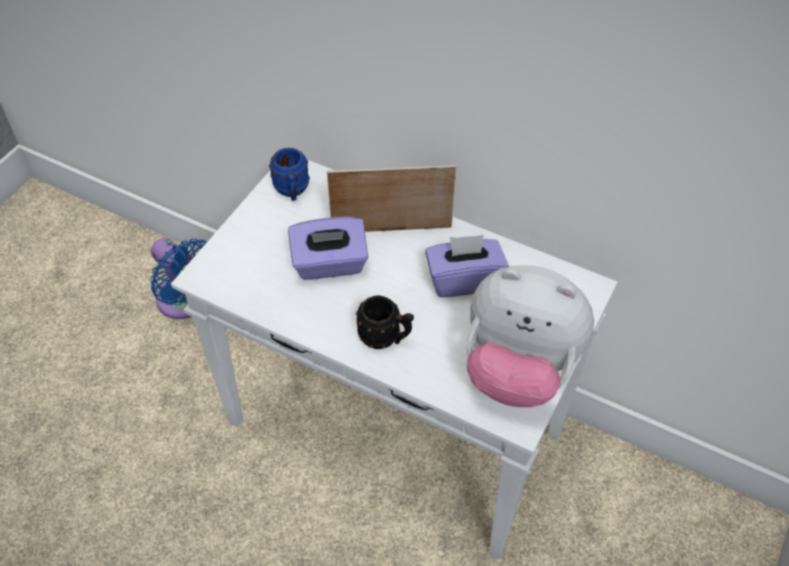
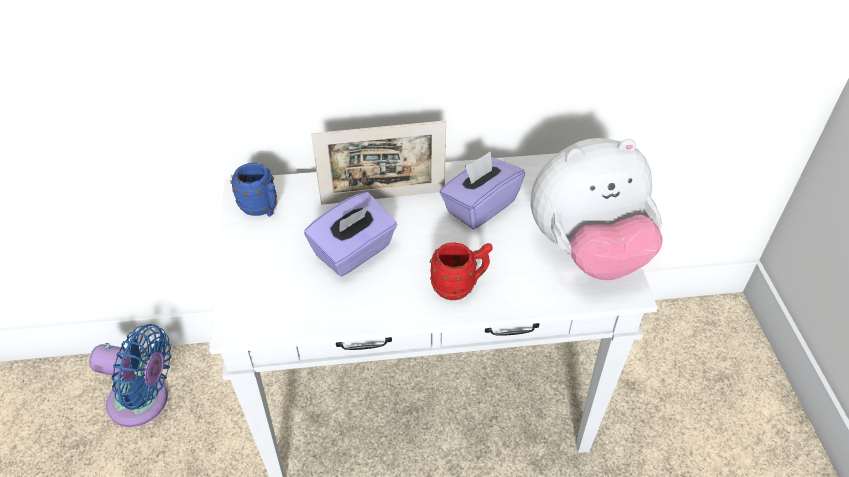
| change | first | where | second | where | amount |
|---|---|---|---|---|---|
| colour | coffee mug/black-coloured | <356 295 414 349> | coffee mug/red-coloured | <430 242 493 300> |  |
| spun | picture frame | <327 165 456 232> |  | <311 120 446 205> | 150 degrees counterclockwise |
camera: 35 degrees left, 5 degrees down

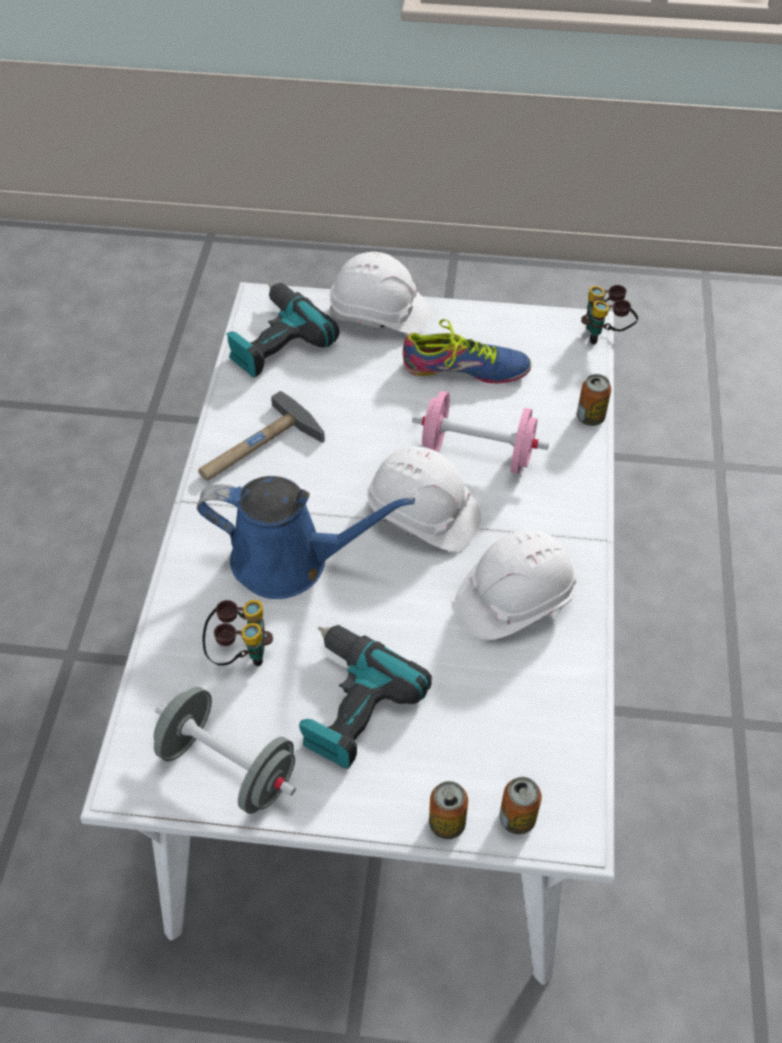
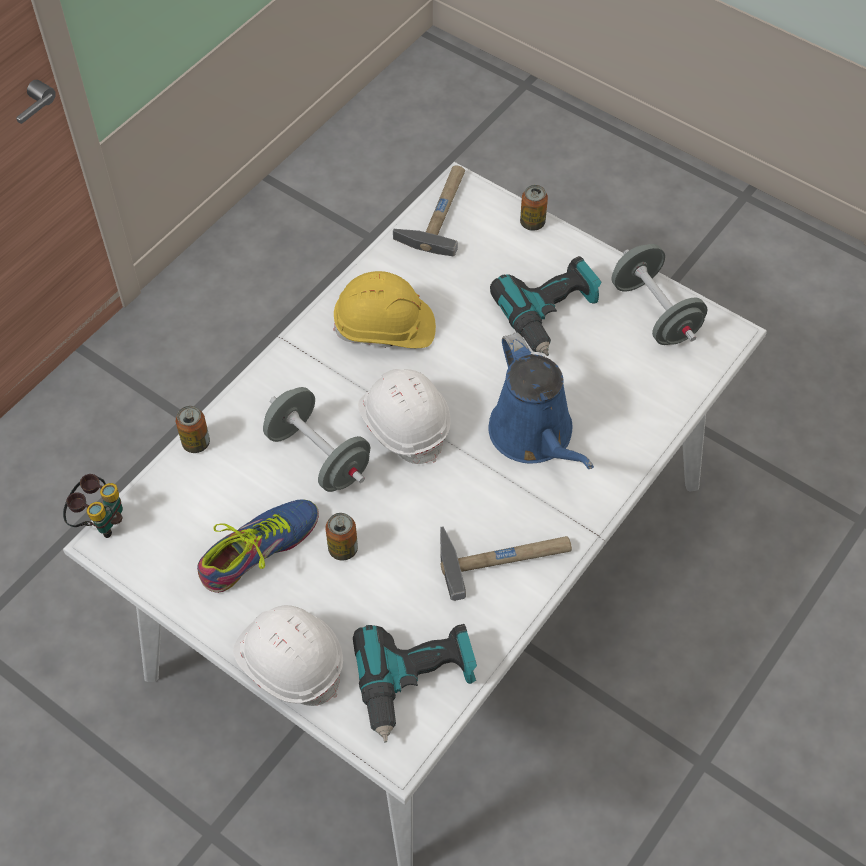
| change | first | where | second | where | amount |
|---|---|---|---|---|---|
| missing | field glasses | <202 600 273 666> |  |  |  |
| appeared |  |  | tool hammer | <393 166 465 256> |  |
| relocated | sealed can | <500 777 542 834> |  | <325 513 358 561> |  |
| colour | free weight/pink-coloured | <412 391 549 474> | free weight/greyish | <263 387 370 492> |  |
| colour | work helmet/white-coloured | <455 530 578 640> | work helmet/yellowish | <333 271 436 348> |  |
| spun | watering pot/bluish | <197 476 415 599> |  | <488 332 594 469> | 150 degrees counterclockwise |
| spun | item of footwear | <403 319 531 383> |  | <197 499 319 593> | 105 degrees clockwise |
camera: 150 degrees left, 5 degrees up

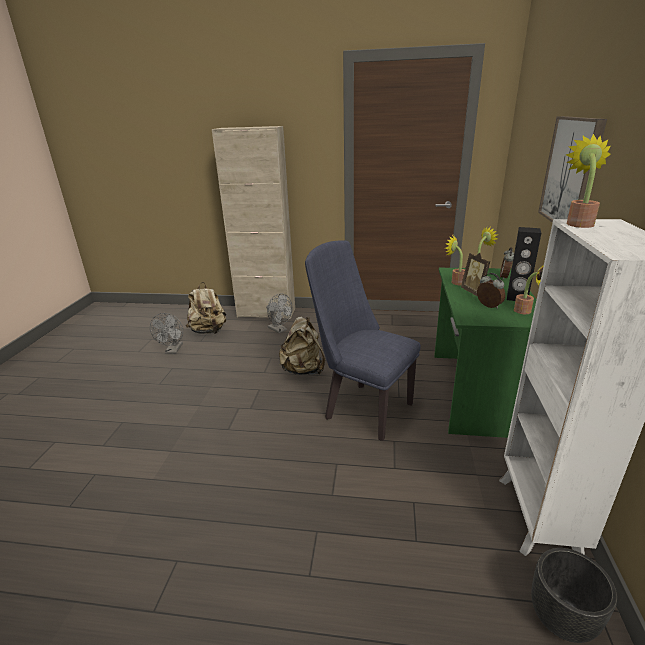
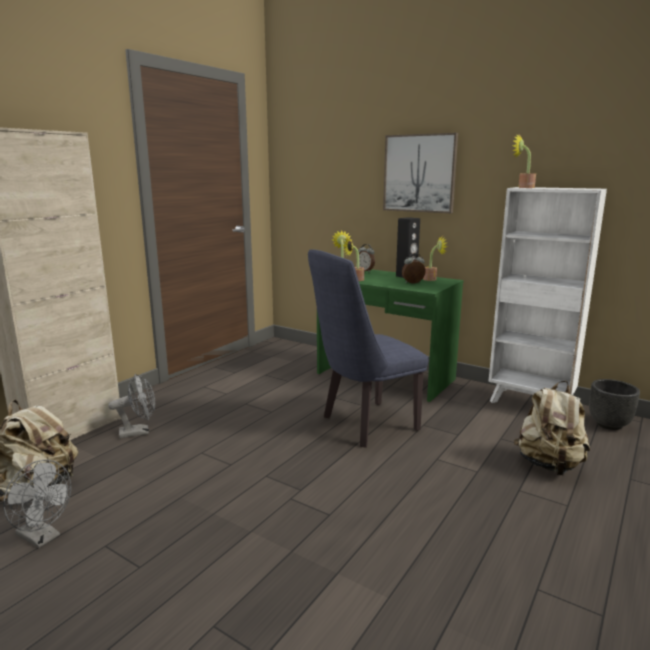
| change | first | where | second | where | amount |
|---|---|---|---|---|---|
| missing | picture frame | <461 253 490 297> |  |  |  |
| relocated | backpack/sand-coloured | <279 317 325 375> |  | <514 381 590 475> |  |
camera: 65 degrees left, 10 degrees down

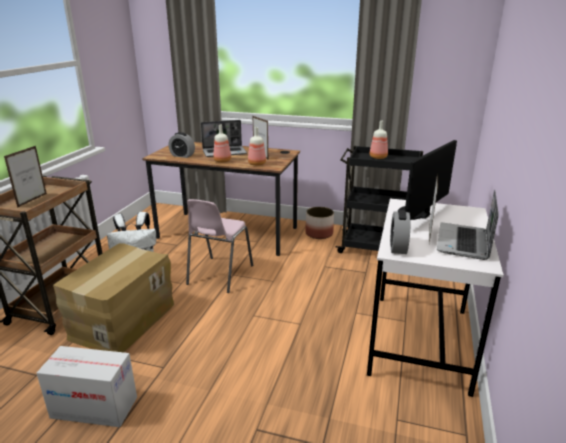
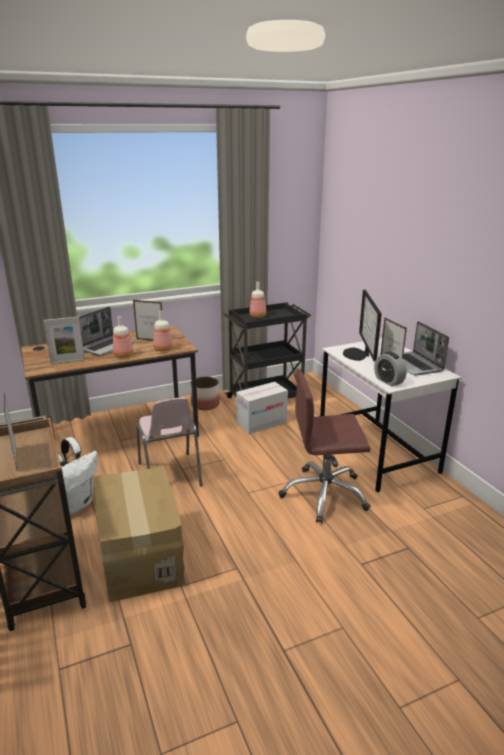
| change | first | where | second | where | amount |
|---|---|---|---|---|---|
| appeared |  |  | computer chair/brown | <279 369 371 523> |  |
| relocated | cardboard box | <37 346 137 427> |  | <236 382 288 434> |  |
| exchanged | bedside clock | <168 132 195 158> | picture frame | <43 317 85 364> |  |
camera: 40 degrees left, 0 degrees up

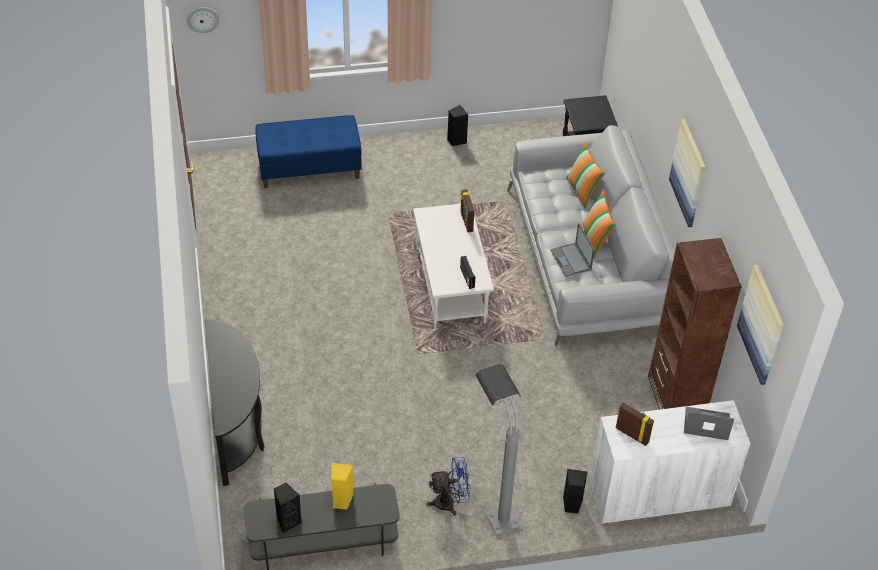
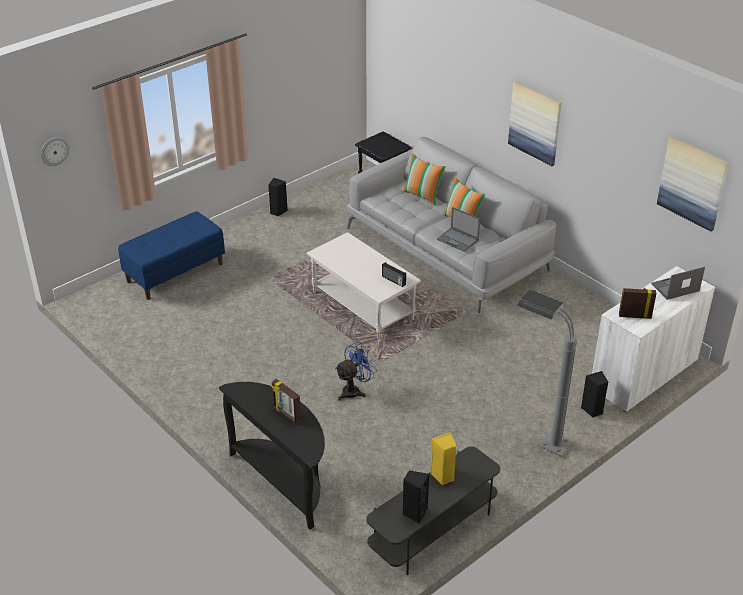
| change | first | where | second | where | amount |
|---|---|---|---|---|---|
| missing | shelving unit/brown | <648 238 742 410> |  |  |  |
| relocated | fan/bluish | <427 457 470 515> |  | <335 343 377 401> |  |
| relocated | picture frame | <461 189 475 233> |  | <271 379 301 424> |  |
camera: 30 degrees left, 10 degrees down

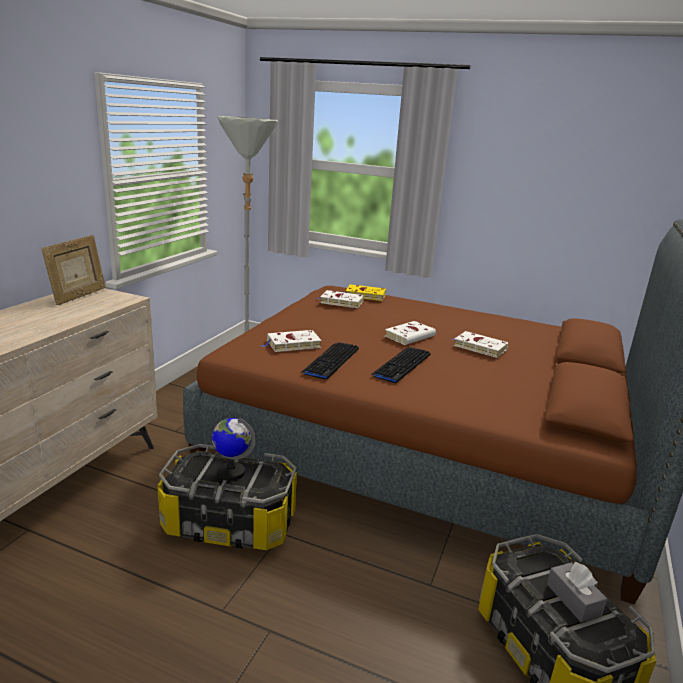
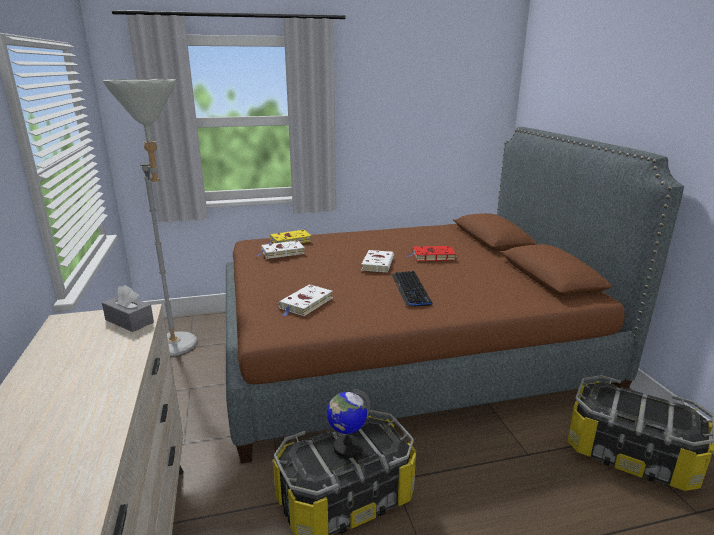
| change | first | where | second | where | amount |
|---|---|---|---|---|---|
| missing | picture frame | <42 235 106 305> |  |  |  |
| missing | computer keyboard | <300 342 359 380> |  |  |  |
| relocated | box of tissues/greyish | <547 561 607 622> |  | <102 285 154 332> |  |
| colour | bound book/white-coloured | <451 331 508 358> | bound book/red-coloured | <407 246 456 261> |  |
camera: 35 degrees left, 0 degrees up

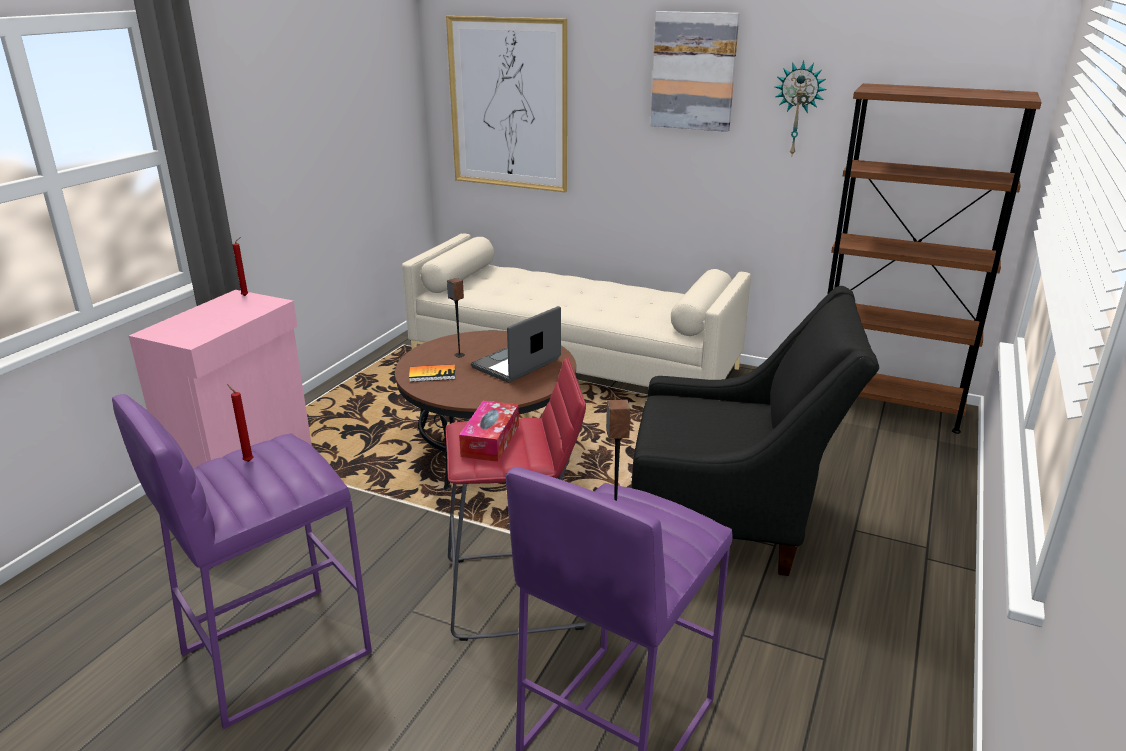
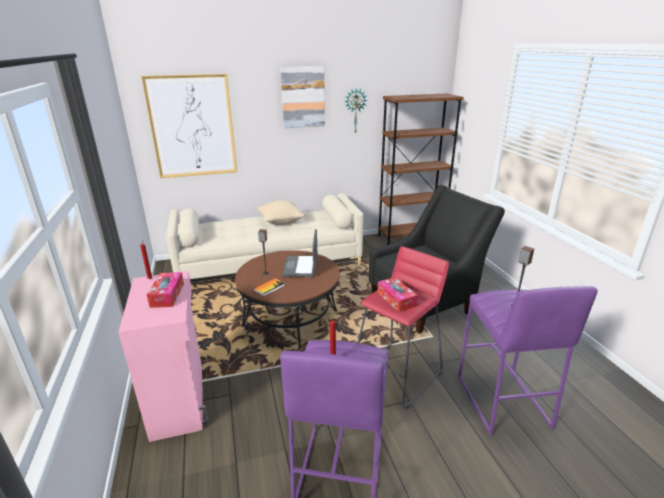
| change | first | where | second | where | amount |
|---|---|---|---|---|---|
| appeared |  |  | box of tissues | <147 272 184 308> |  |
| appeared |  |  | pillow/sand-coloured | <258 200 305 225> |  |
camera: 40 degrees left, 0 degrees up

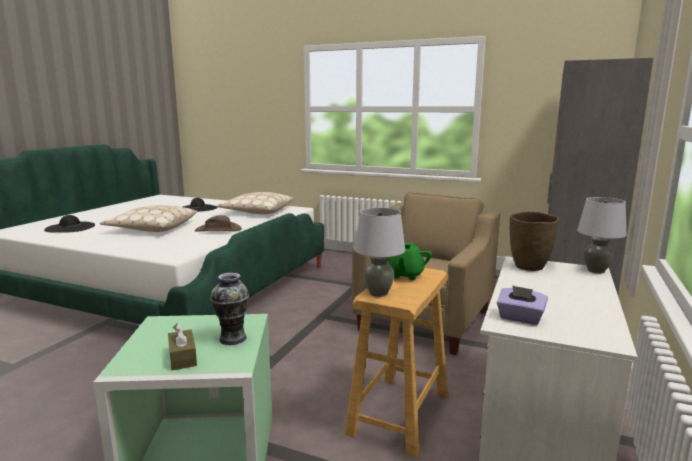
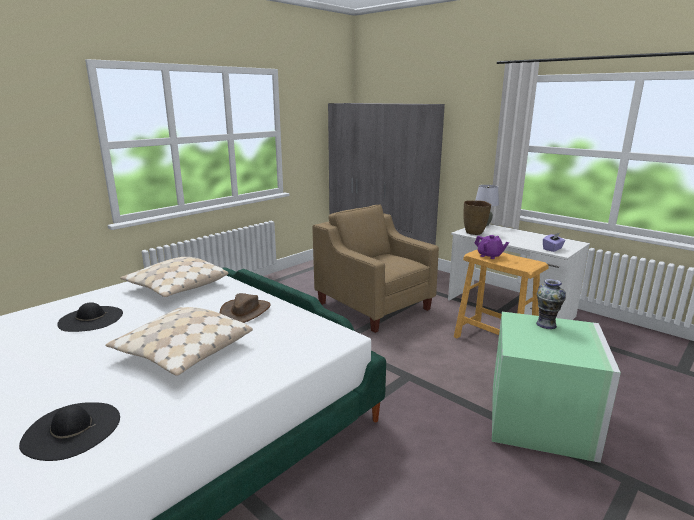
| change | first | where | second | where | amount |
|---|---|---|---|---|---|
| missing | box of tissues/brown | <168 323 197 370> |  |  |  |
| missing | table lamp/greyish | <354 208 405 297> |  |  |  |
| colour | pot for tea/green-coloured | <388 243 432 280> | pot for tea/purplish | <475 235 509 259> |  |
camera: 70 degrees left, 5 degrees up

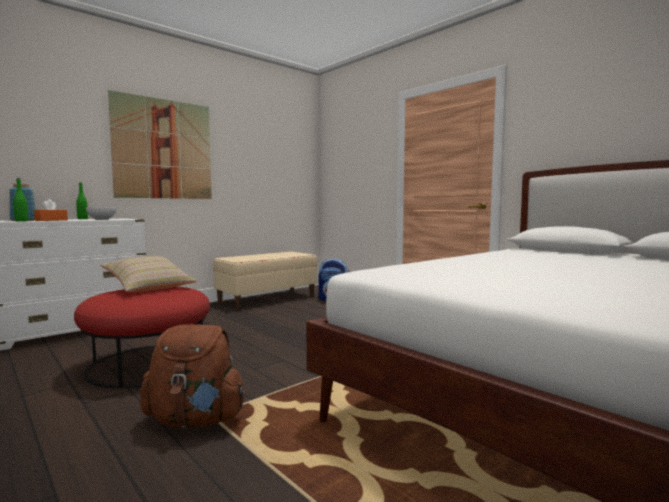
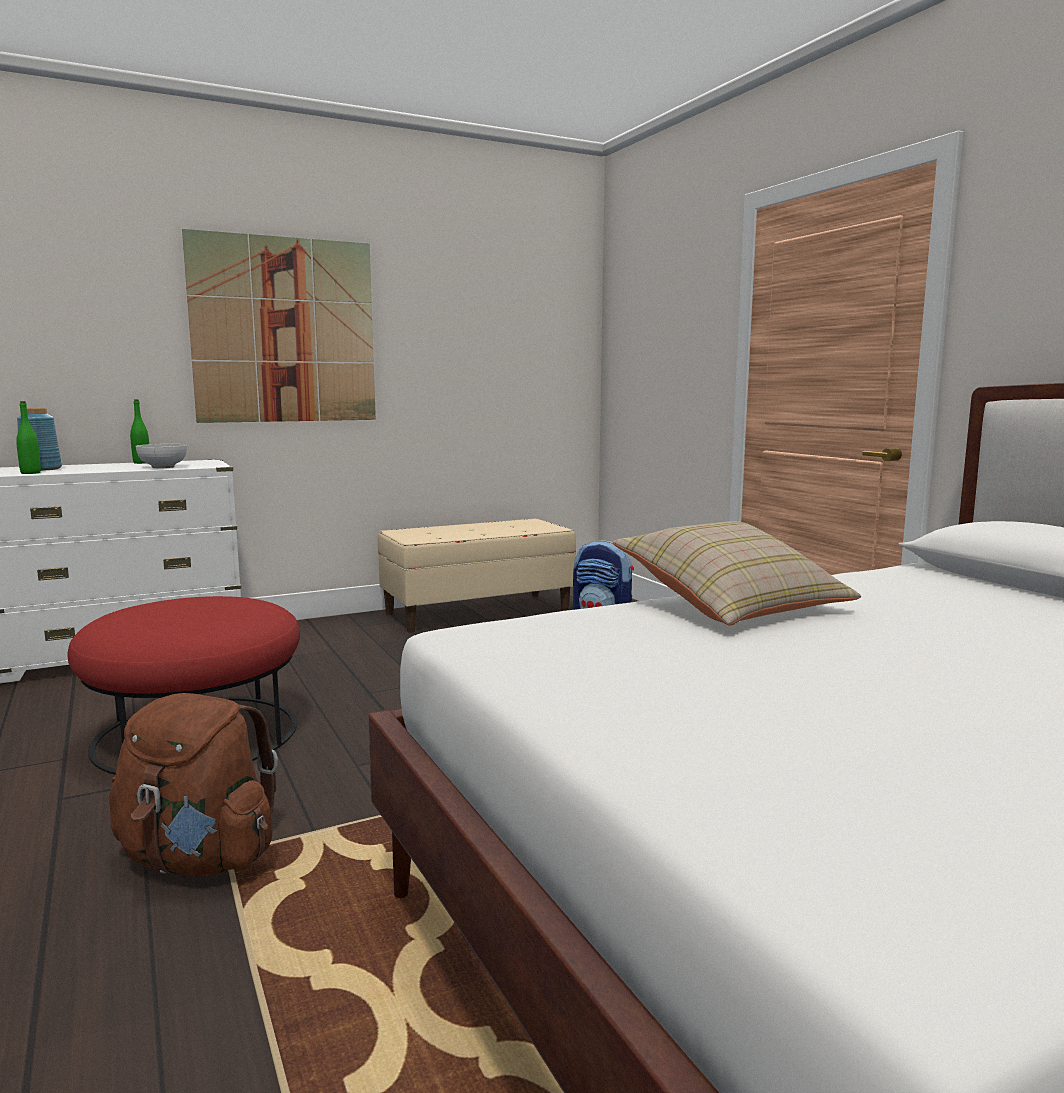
| change | first | where | second | where | amount |
|---|---|---|---|---|---|
| missing | box of tissues/orange | <34 199 68 221> |  |  |  |
| relocated | pillow/sand-coloured | <100 256 197 292> |  | <612 521 861 626> |  |
camera: 15 degrees right, 5 degrees up

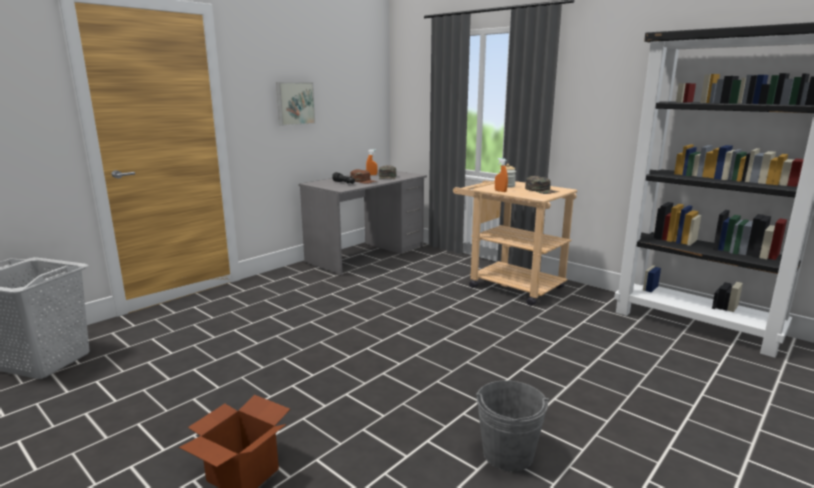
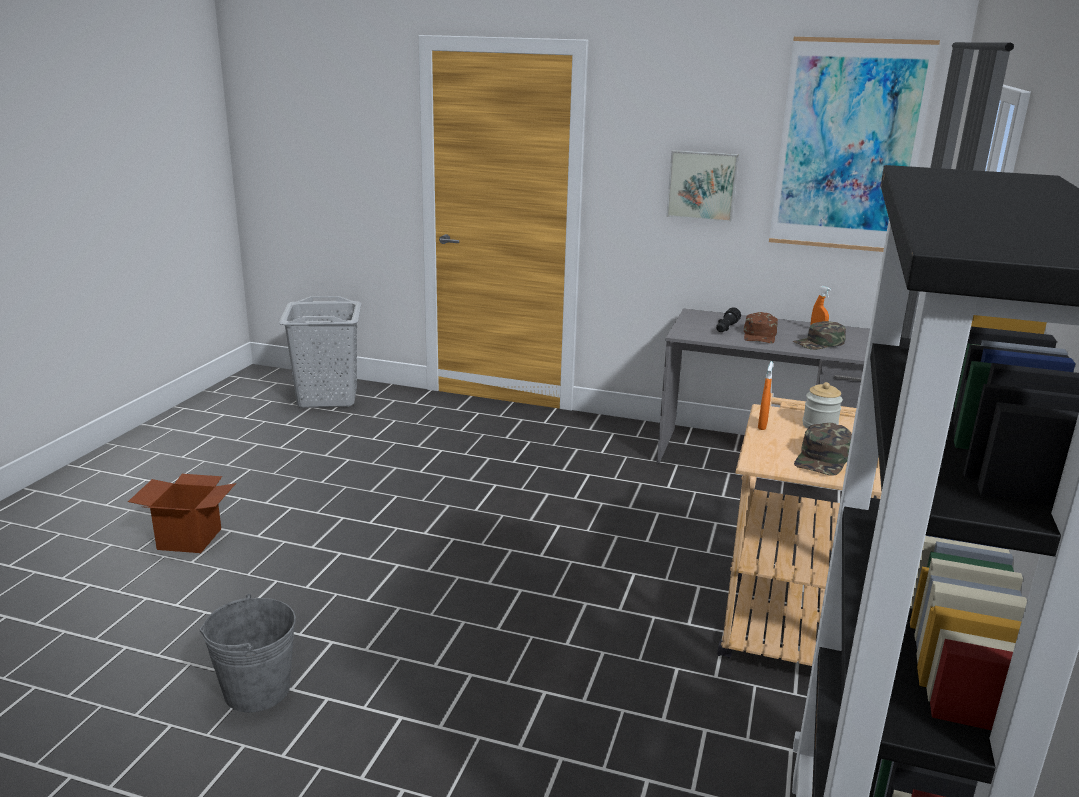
| change | first | where | second | where | amount |
|---|---|---|---|---|---|
| appeared |  |  | wall picture | <769 37 940 252> |  |
camera: 65 degrees right, 5 degrees up

